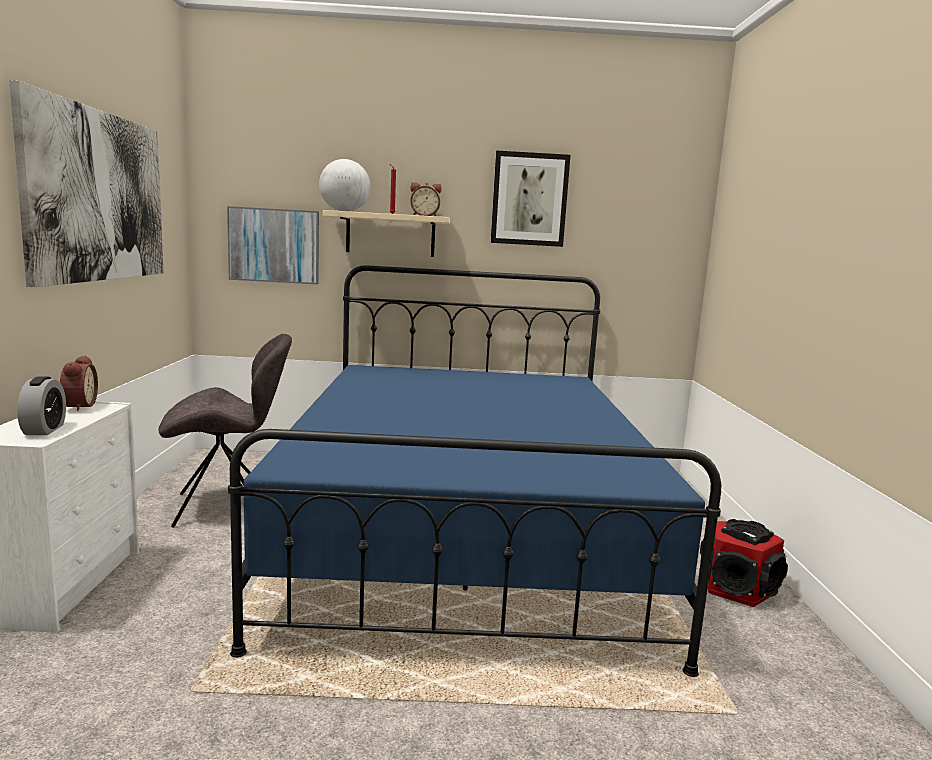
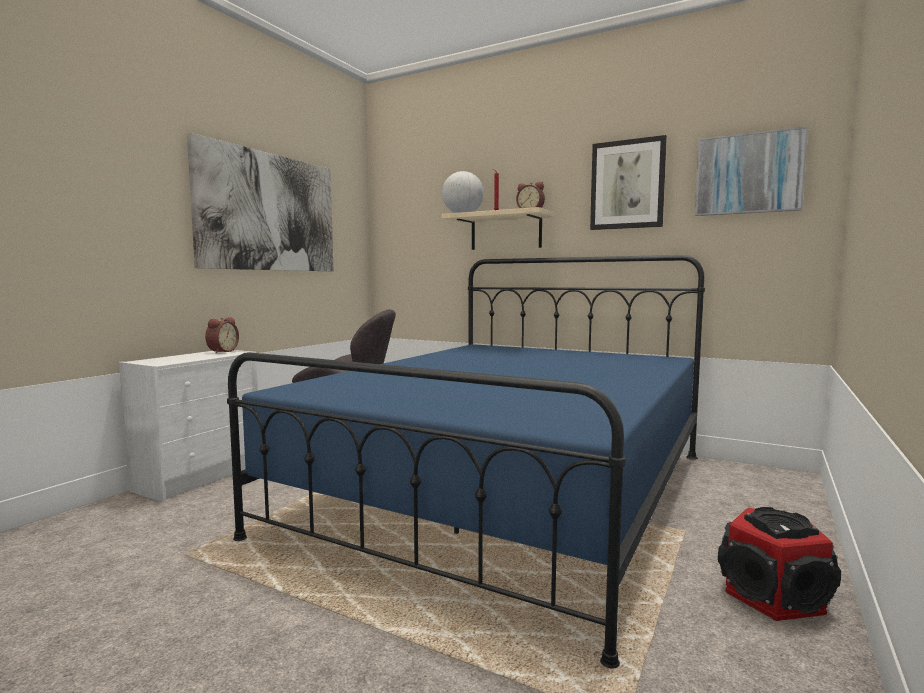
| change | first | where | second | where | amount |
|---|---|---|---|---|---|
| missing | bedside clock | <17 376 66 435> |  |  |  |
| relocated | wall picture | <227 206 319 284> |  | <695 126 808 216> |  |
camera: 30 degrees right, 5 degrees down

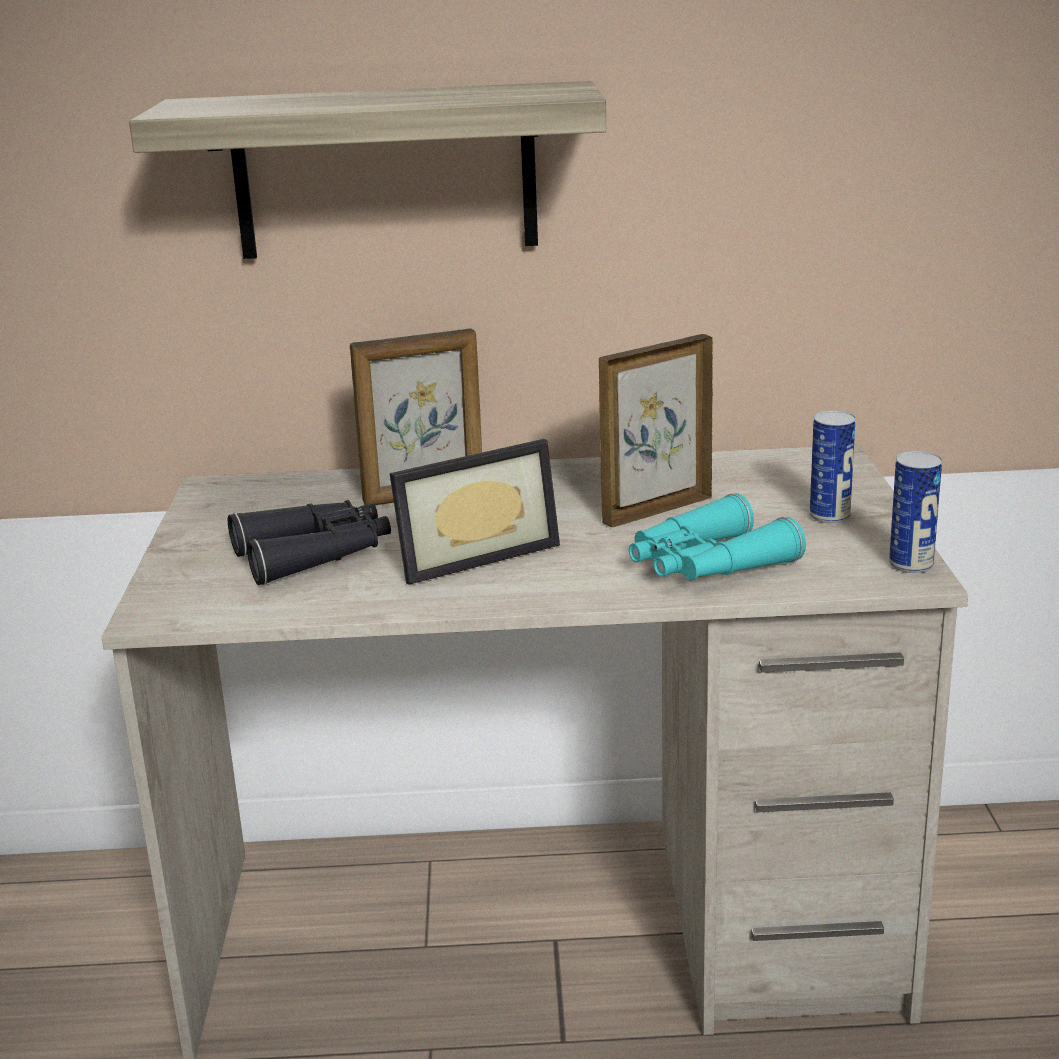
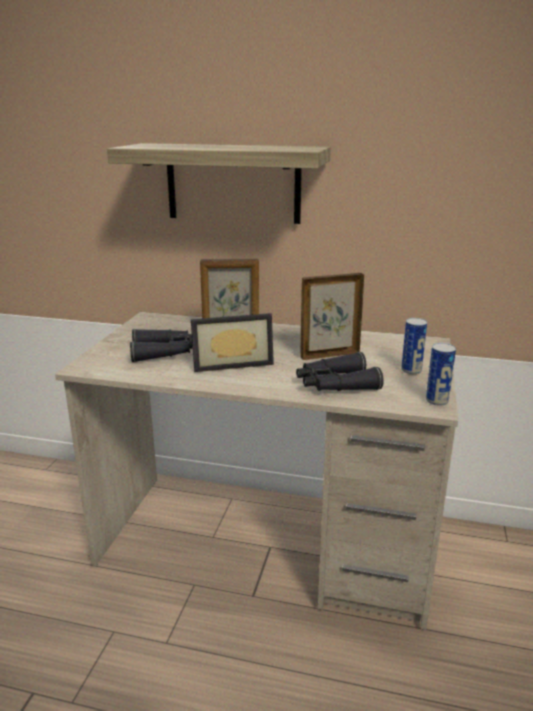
| change | first | where | second | where | amount |
|---|---|---|---|---|---|
| colour | field glasses/blue-green | <629 493 806 580> | field glasses/black-coloured | <296 352 384 391> |  |
camera: 15 degrees right, 0 degrees up

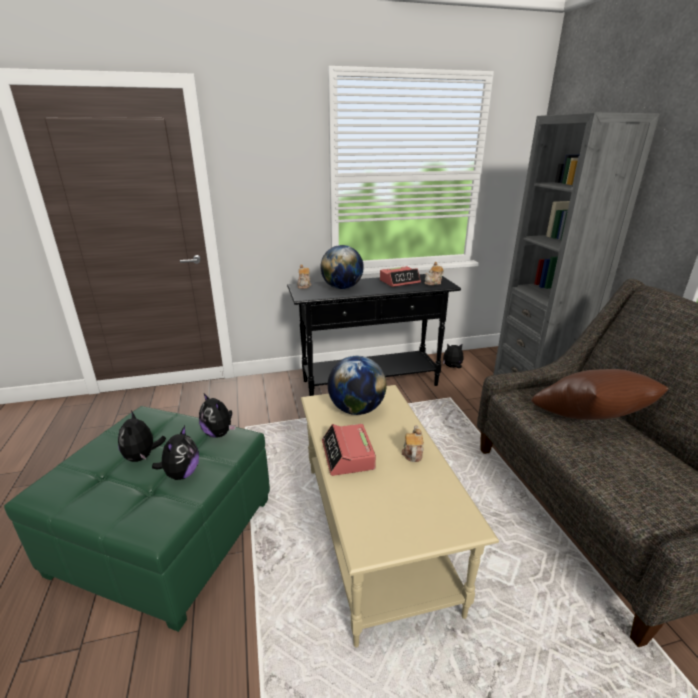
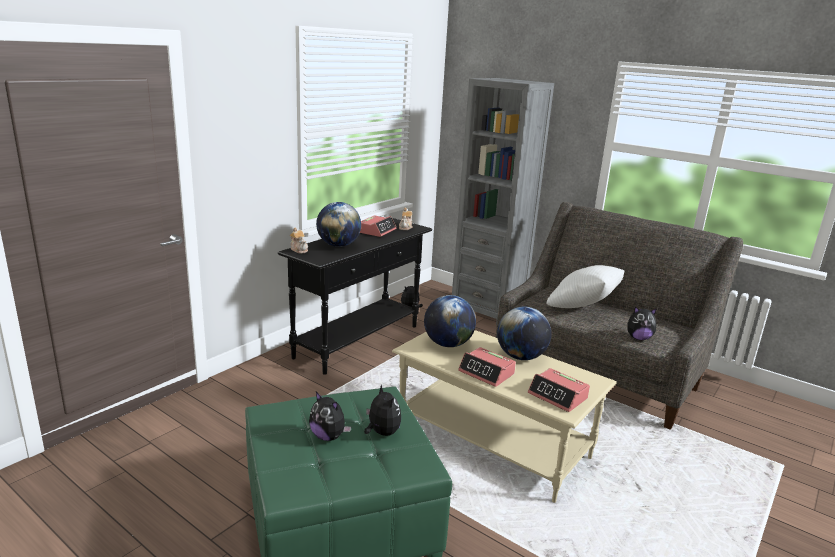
| change | first | where | second | where | amount |
|---|---|---|---|---|---|
| appeared |  |  | bedside clock | <528 368 590 412> |  |
| relocated | soft toy | <199 393 236 438> |  | <627 307 657 340> |  |
| exchanged | pot for tea | <402 425 424 462> | world globe | <497 306 551 360> |  |
| colour | pillow/brown | <531 369 669 420> | pillow/white-coloured | <546 265 624 308> |  |
camera: 40 degrees left, 5 degrees down

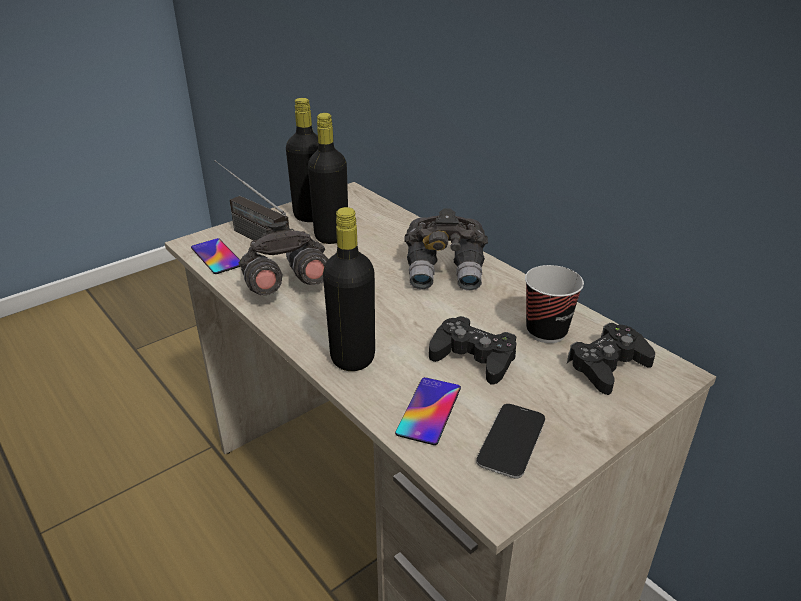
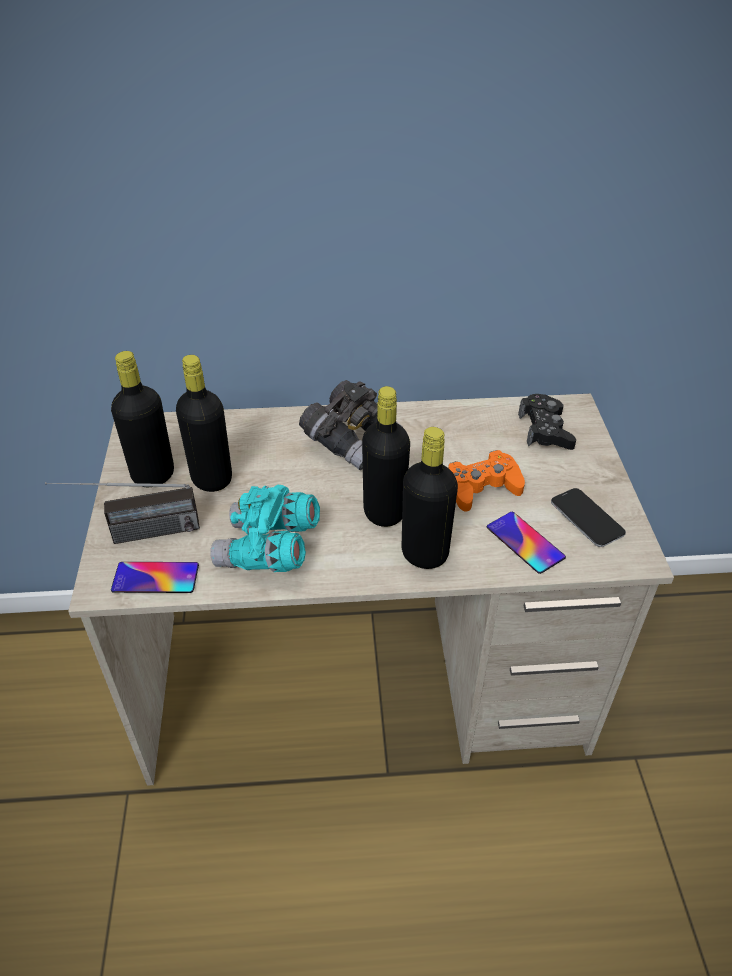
| change | first | where | second | where | amount |
|---|---|---|---|---|---|
| missing | drinking cup | <525 265 584 343> |  |  |  |
| appeared |  |  | bottle/black-coloured | <362 386 410 527> |  |
| colour | field glasses/greyish | <239 221 329 295> | field glasses/blue-green | <210 484 320 572> |  |
| colour | game controller/black-coloured | <429 316 516 385> | game controller/orange | <448 450 525 512> |  |
camera: 55 degrees left, 10 degrees up

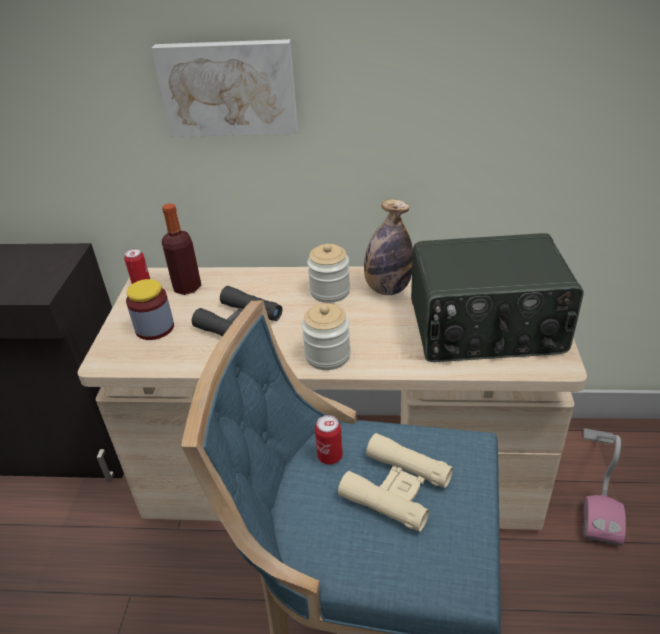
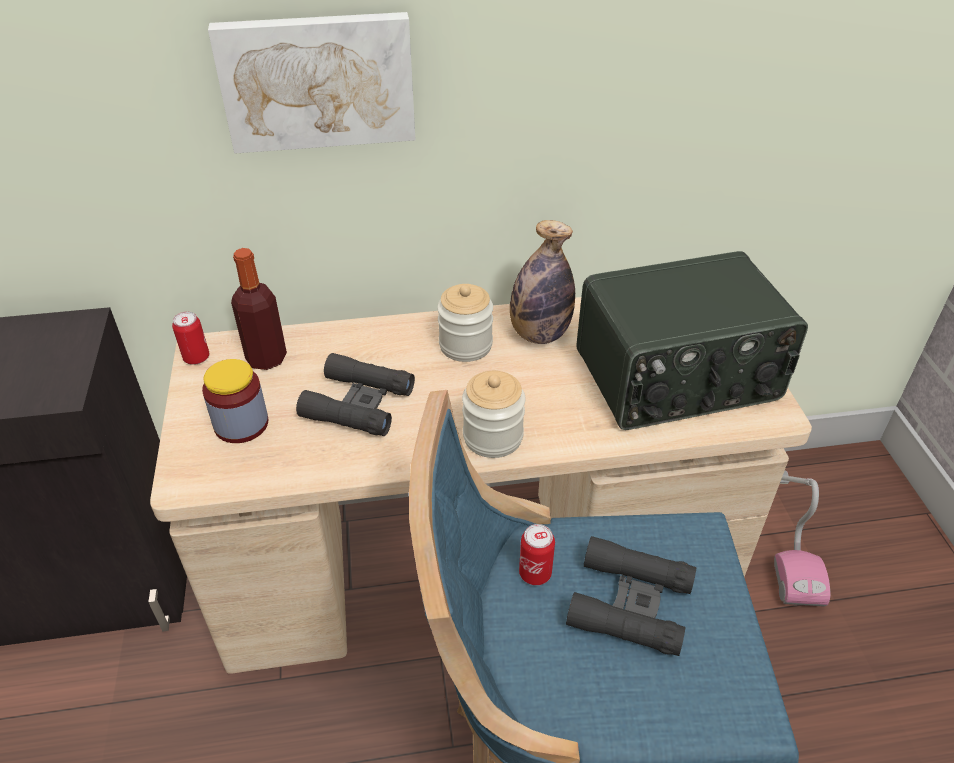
| change | first | where | second | where | amount |
|---|---|---|---|---|---|
| colour | field glasses/sand-coloured | <338 433 453 532> | field glasses/black-coloured | <566 536 696 656> |  |
camera: 15 degrees left, 5 degrees up

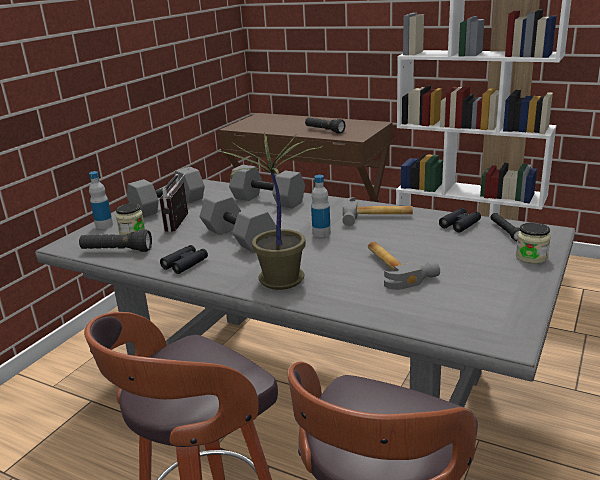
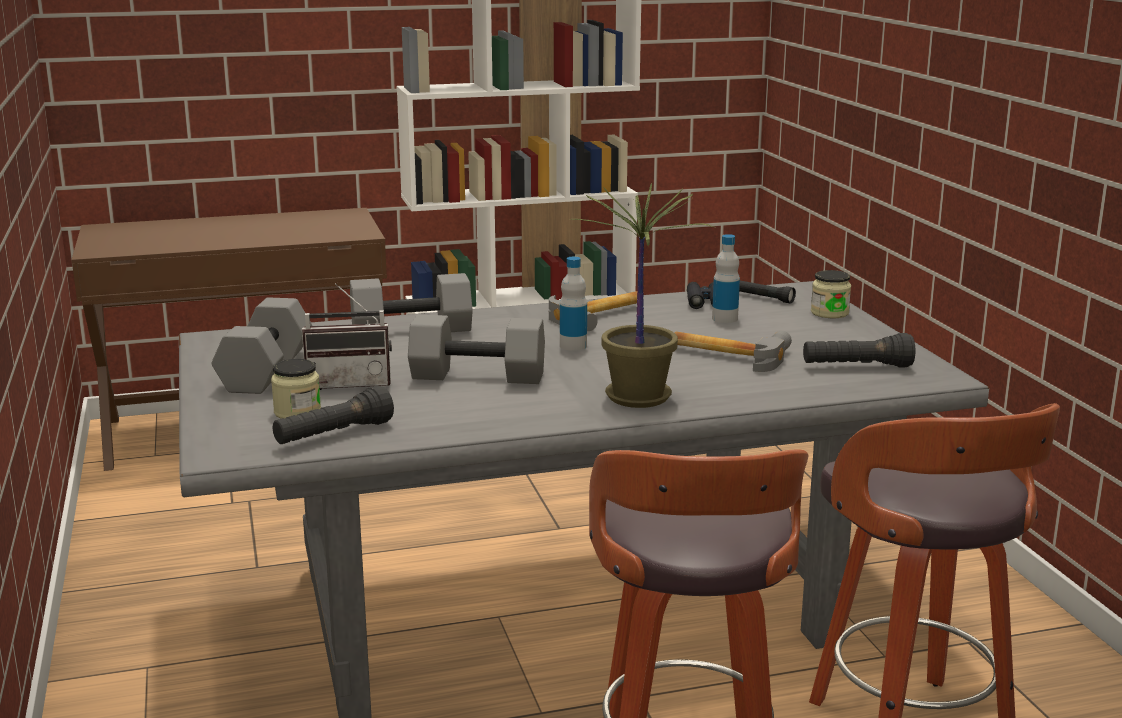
| change | first | where | second | where | amount |
|---|---|---|---|---|---|
| missing | field glasses/black-coloured | <160 245 208 274> |  |  |  |
| relocated | bottle | <89 171 113 229> |  | <712 234 740 323> |  |
| relocated | hand torch/black-coloured | <305 117 345 134> |  | <803 333 916 368> |  |
| spun | radio receiver | <159 168 189 232> |  | <302 283 392 390> | 60 degrees counterclockwise |
camera: 45 degrees left, 5 degrees down

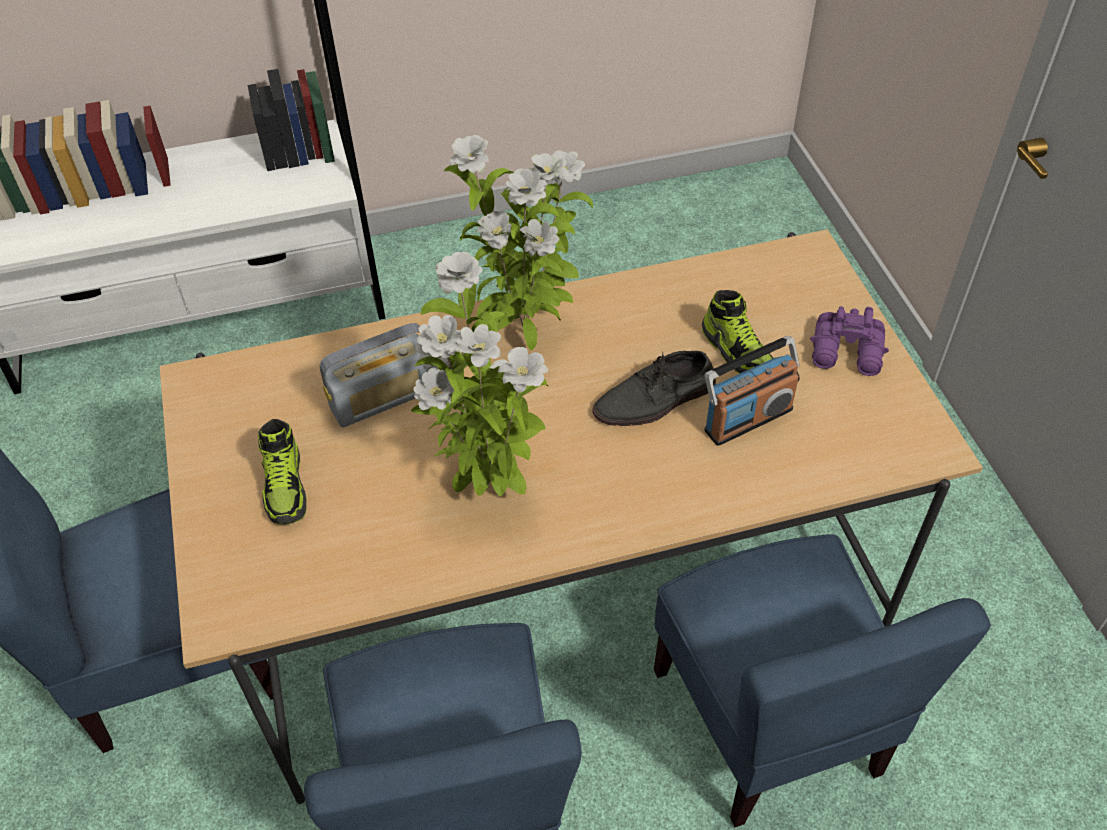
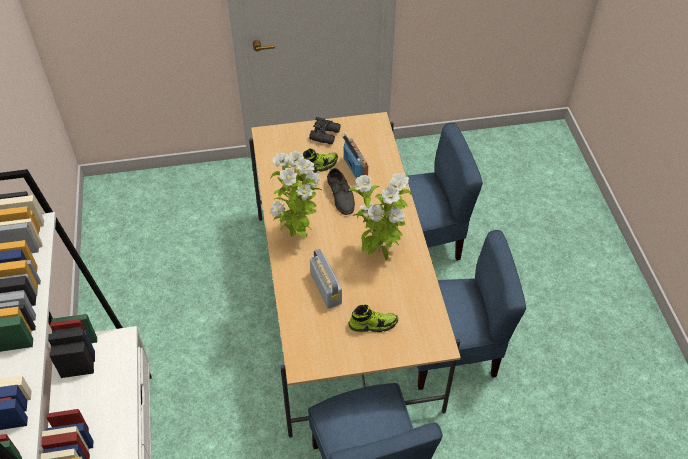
| change | first | where | second | where | amount |
|---|---|---|---|---|---|
| colour | field glasses/purplish | <810 306 889 376> | field glasses/black-coloured | <309 117 341 144> |  |
camera: 85 degrees left, 0 degrees up

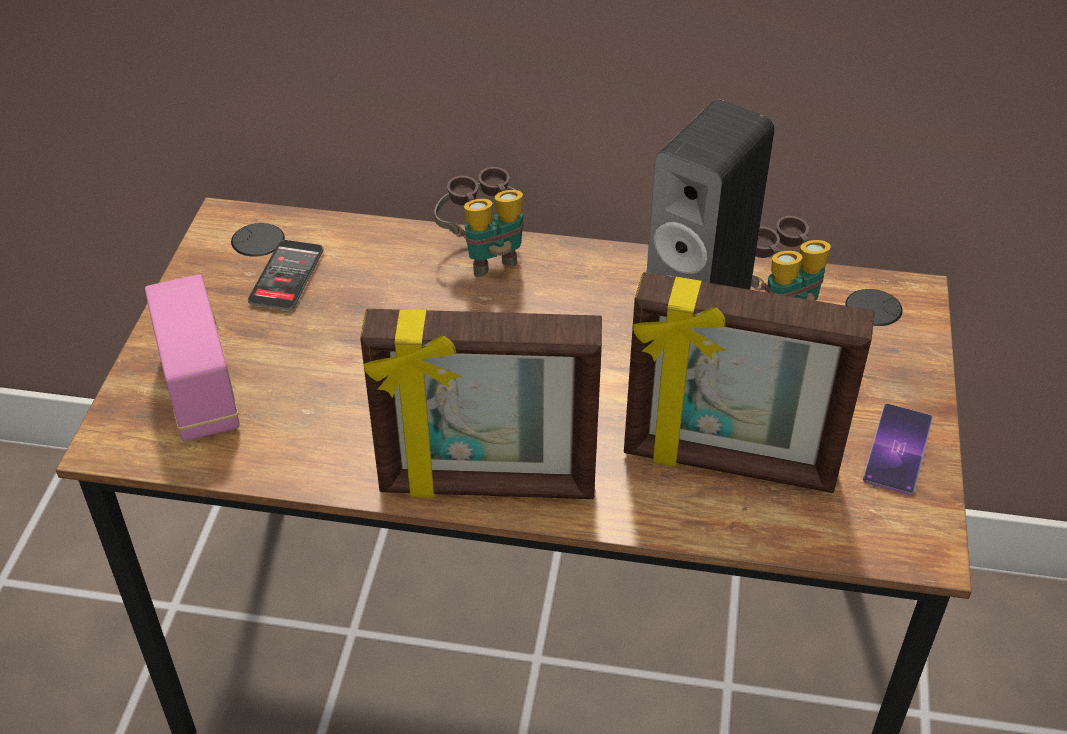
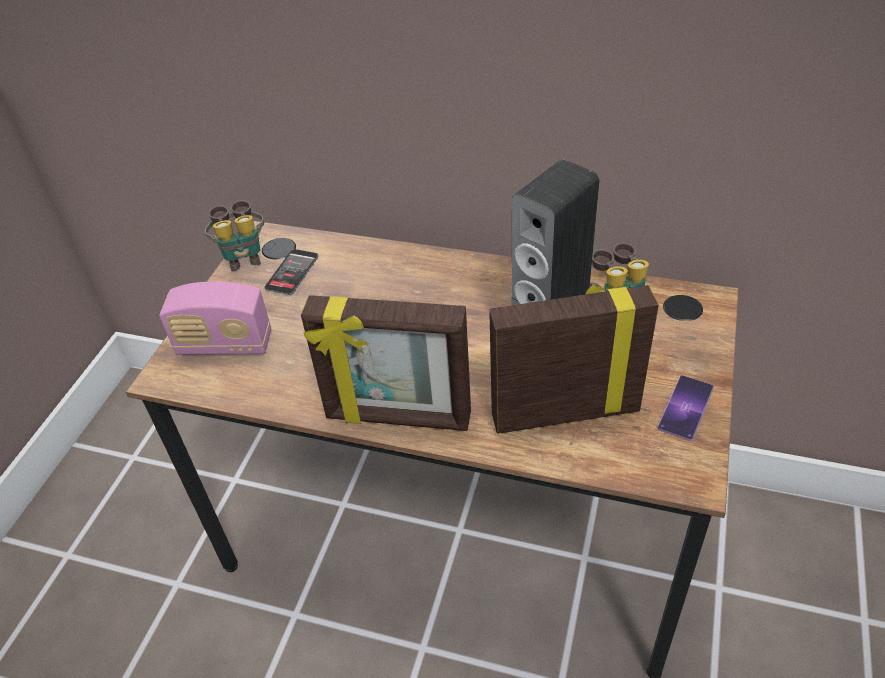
| change | first | where | second | where | amount |
|---|---|---|---|---|---|
| relocated | field glasses | <434 167 524 277> |  | <205 200 264 271> |  |
| spun | radio receiver | <145 275 240 441> |  | <160 282 271 355> | 105 degrees clockwise |
| spun | picture frame | <624 272 875 493> |  | <489 285 659 434> | 150 degrees clockwise |
camera: 10 degrees right, 0 degrees up

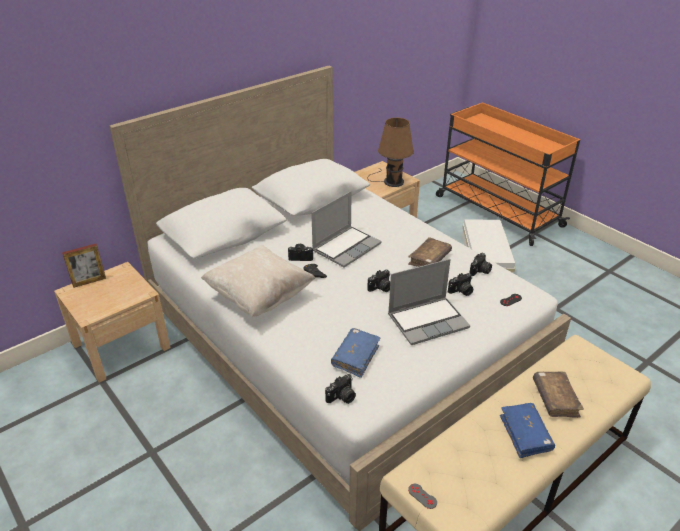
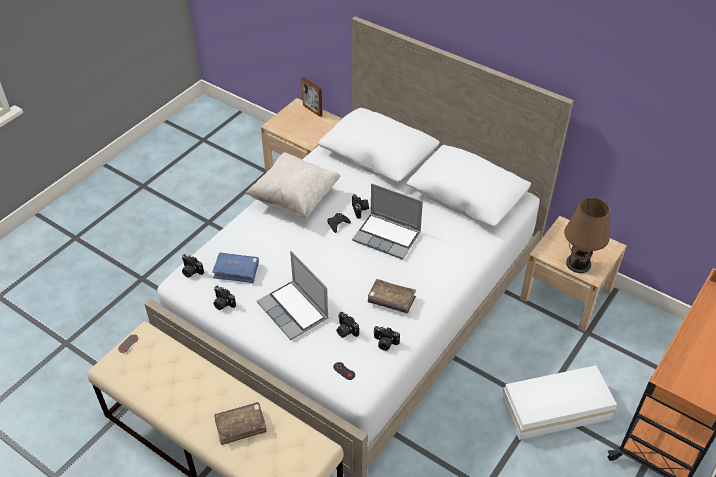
| change | first | where | second | where | amount |
|---|---|---|---|---|---|
| missing | bound book/bluish | <500 403 555 458> |  |  |  |
| relocated | still camera | <367 270 390 292> |  | <213 286 236 310> |  |
camera: 75 degrees right, 10 degrees up

